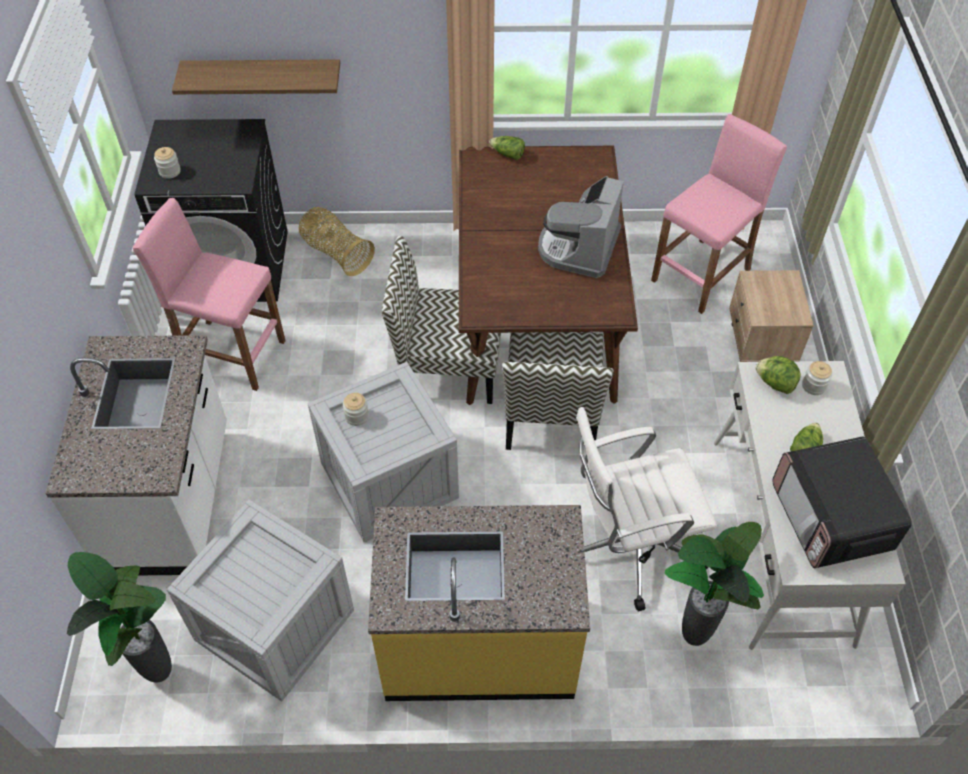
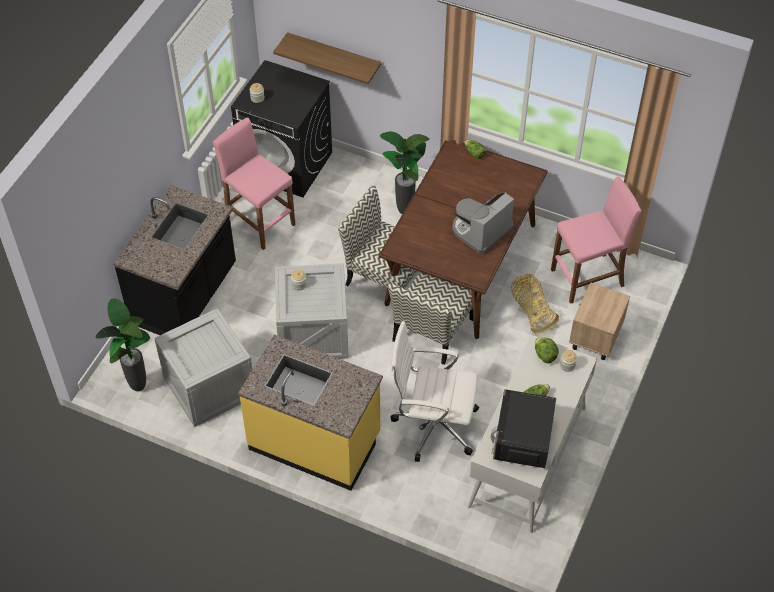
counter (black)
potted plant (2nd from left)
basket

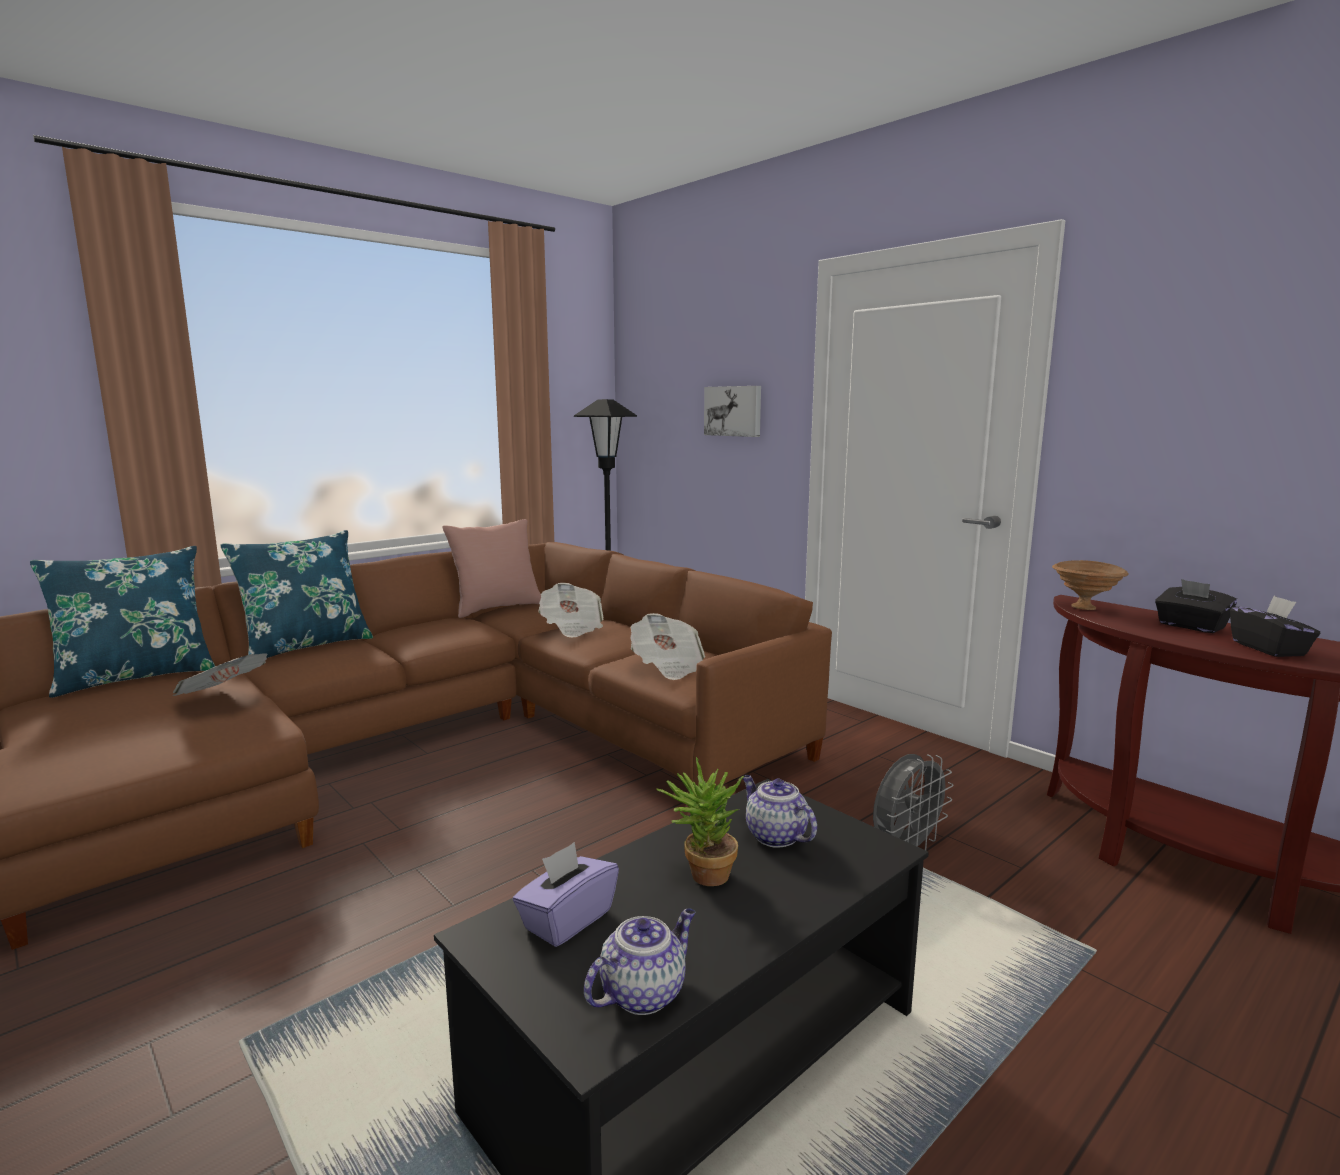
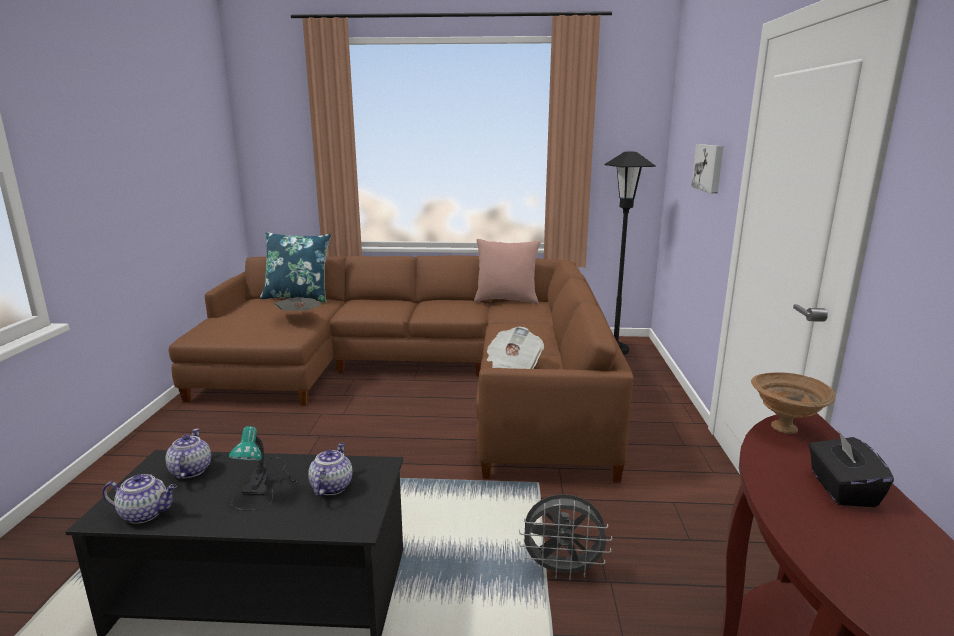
teapot (2nd from left)
table lamp
pillow (blue) (2nd from left in the first image)
newspaper (2nd from left in the first image)
tissue box (black) (2nd from left in the first image)

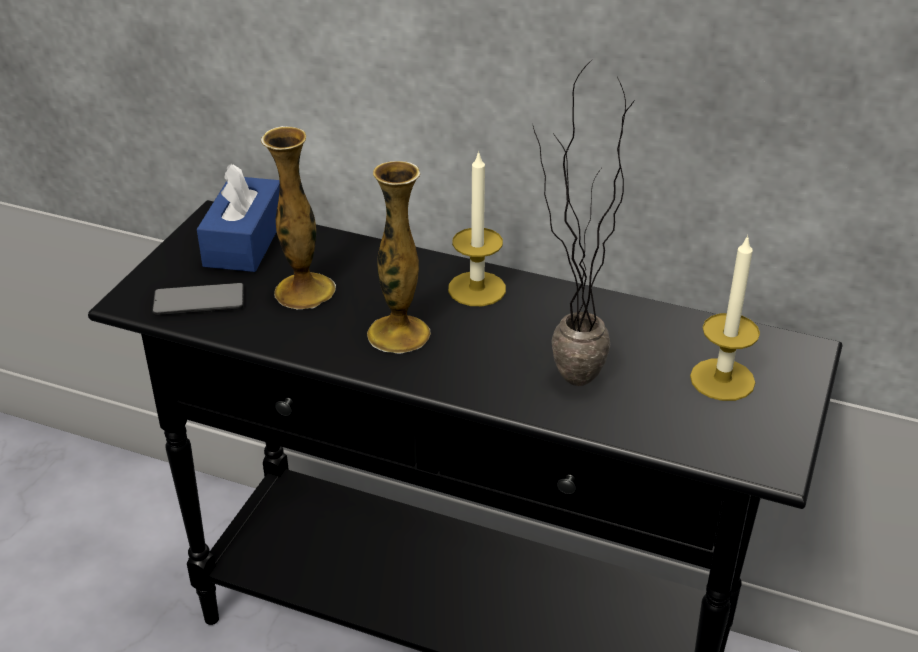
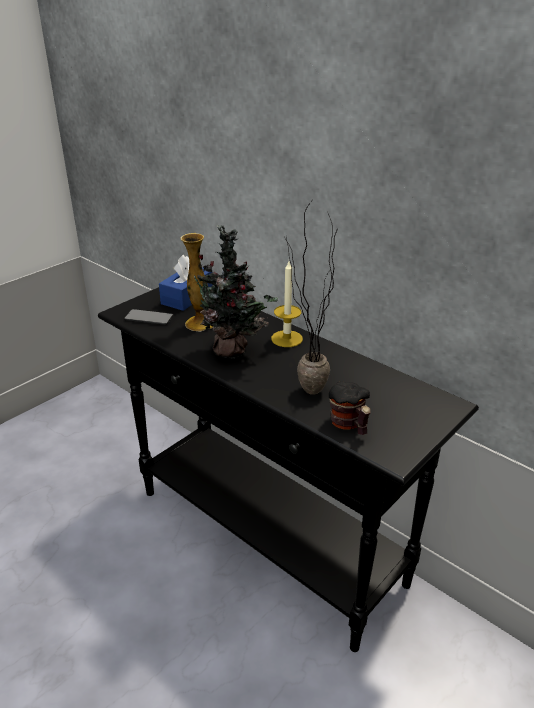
potted plant (1st from left)
mug
candle (2nd from left in the first image)

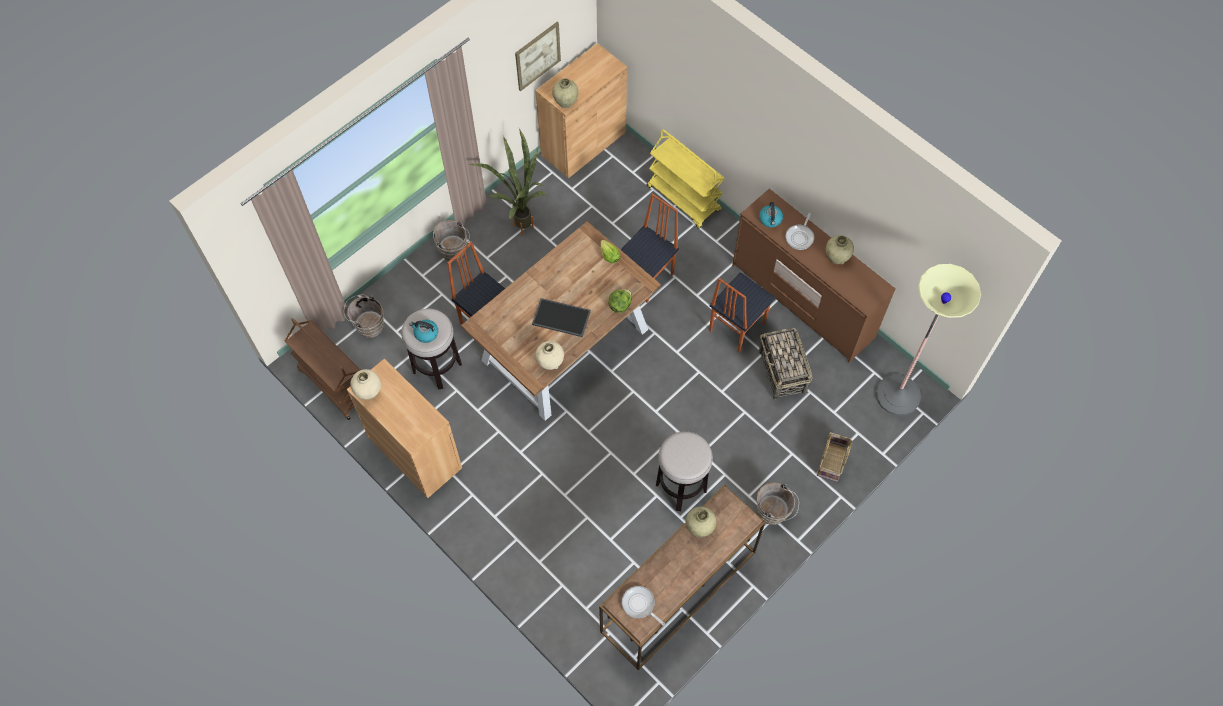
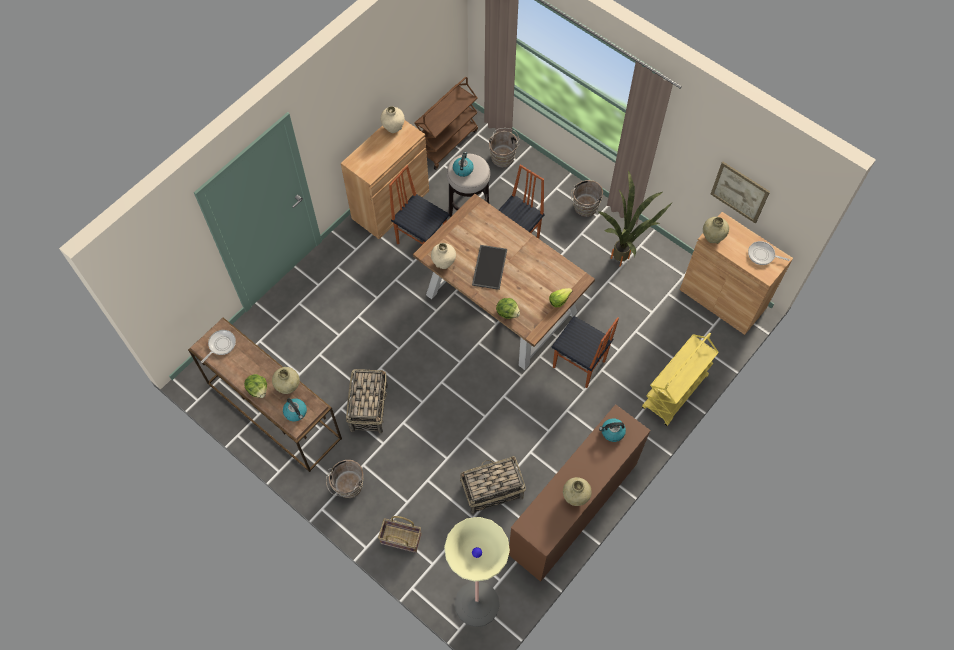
lettuce (1st from left)
kettle (1st from left)
basket (1st from left)
chair (1st from left)
frying pan (2nd from left)

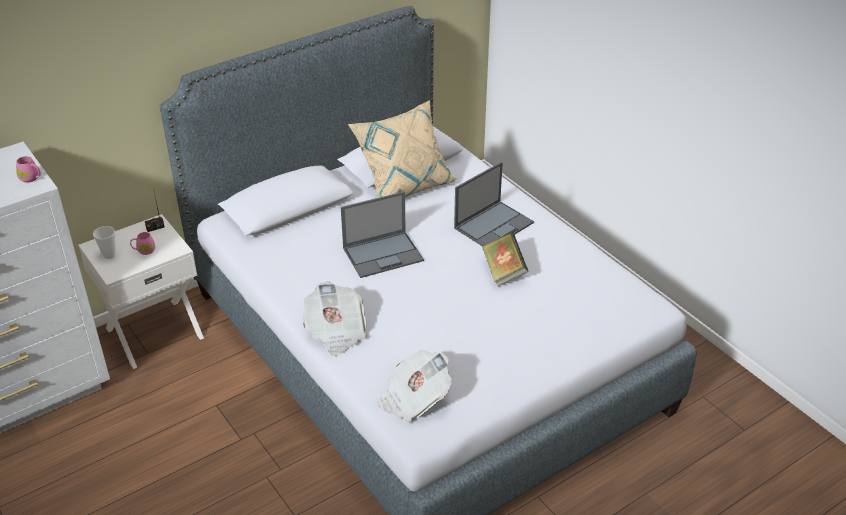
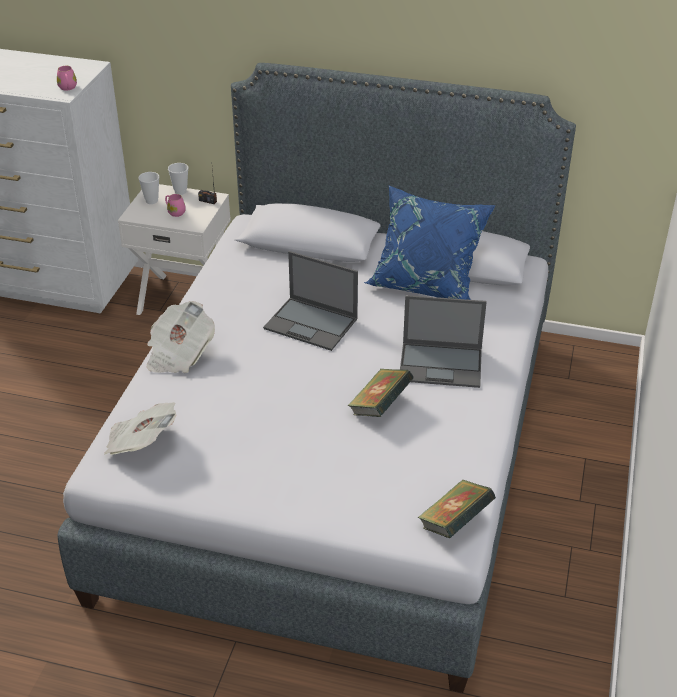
cup (2nd from left)
pillow (blue)
book (2nd from left)

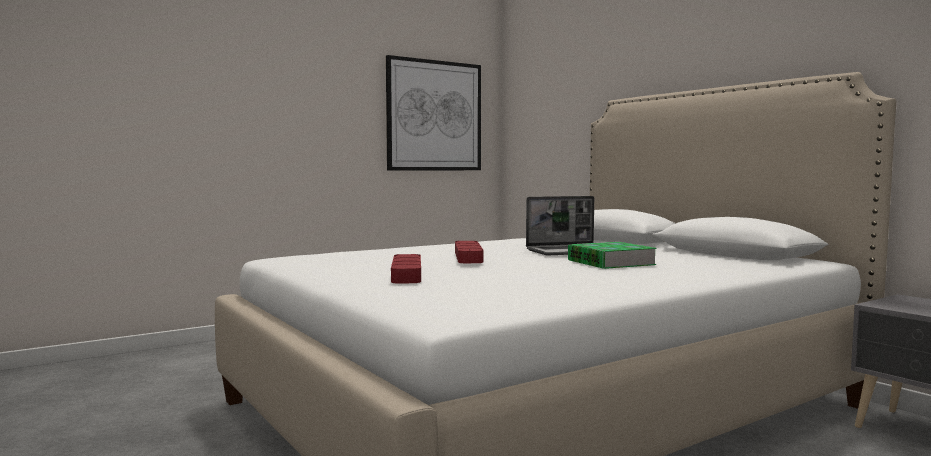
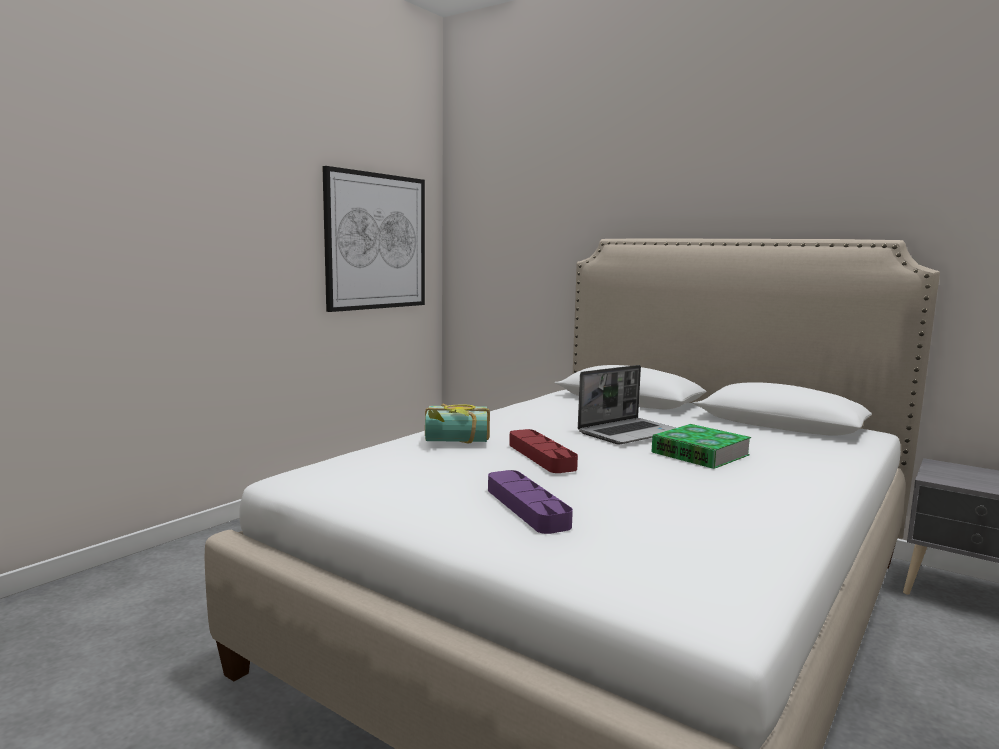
book (1st from left)
tray (purple)

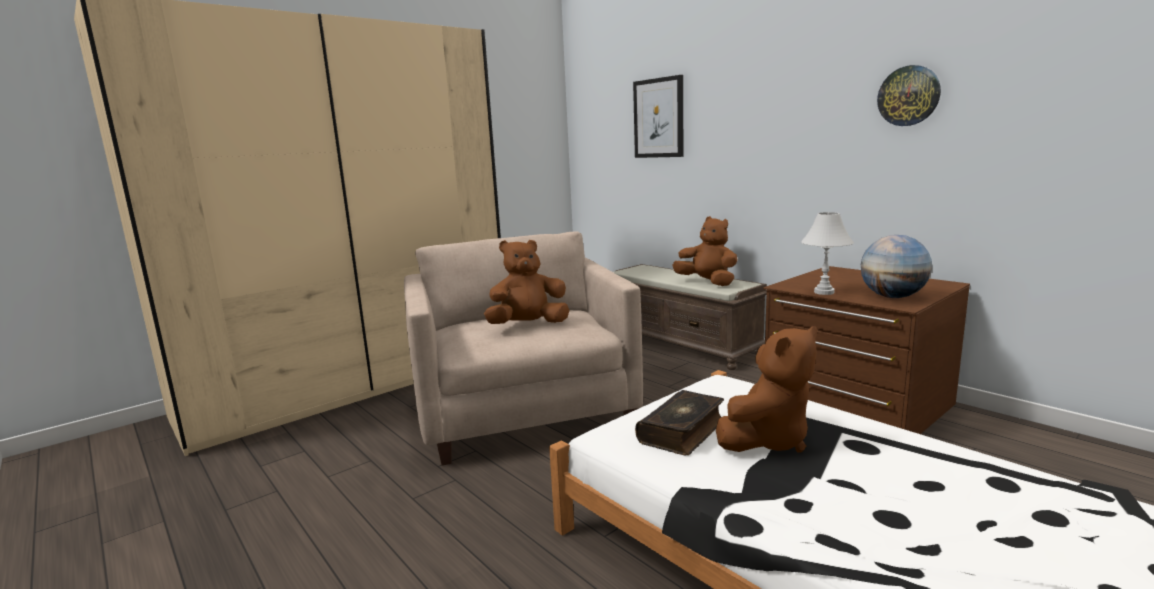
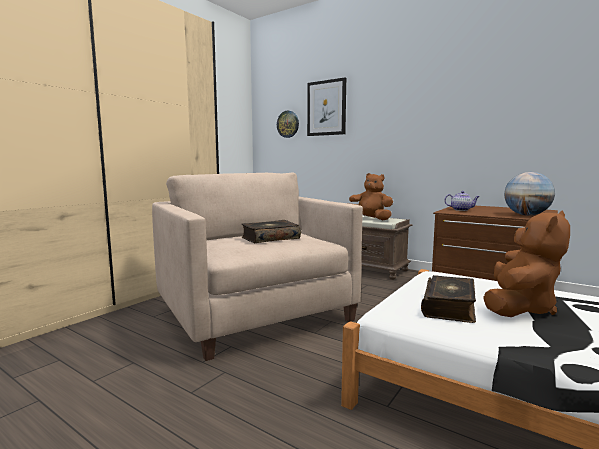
book (1st from left)
wall clock
teapot
table lamp (white)

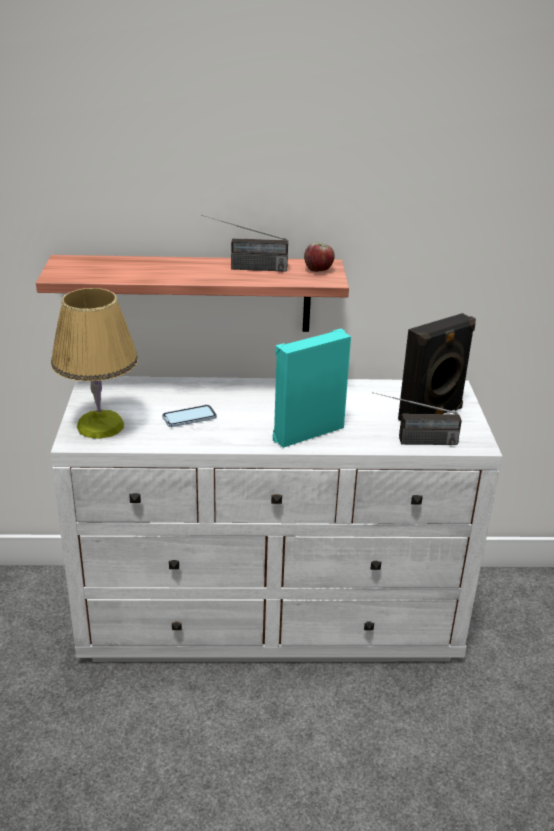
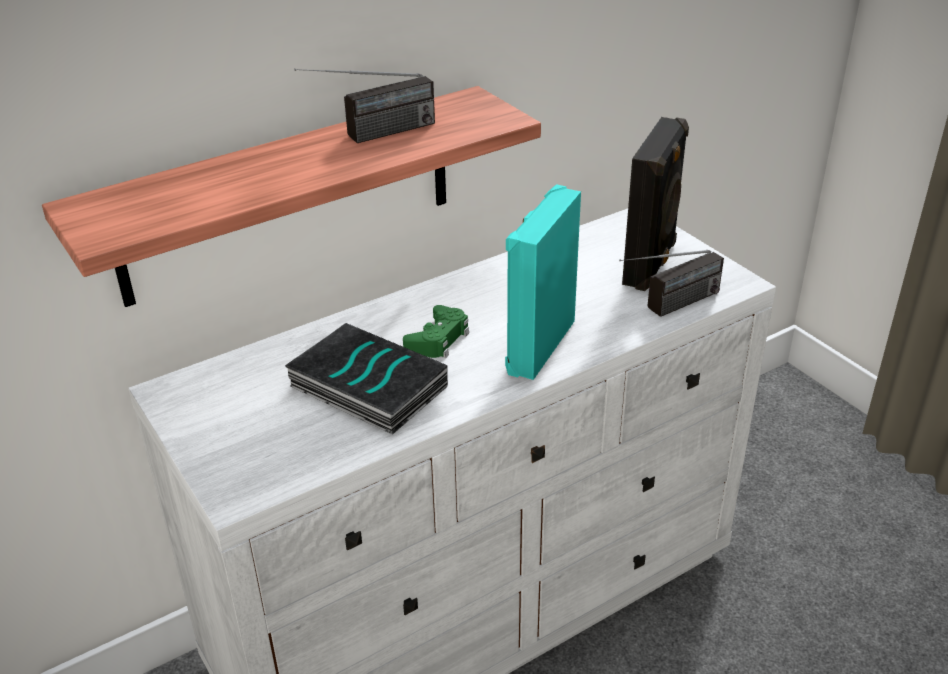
book
game controller (green)
table lamp
apple

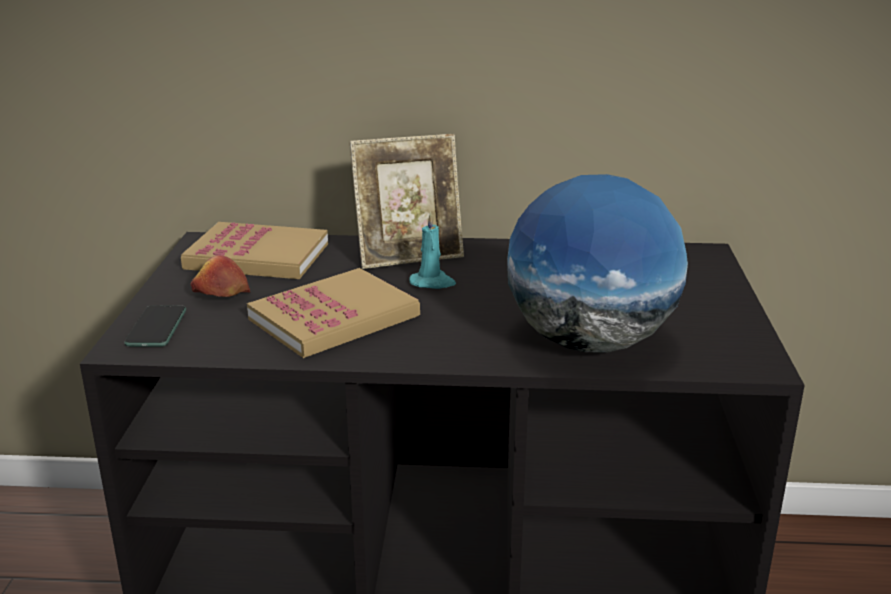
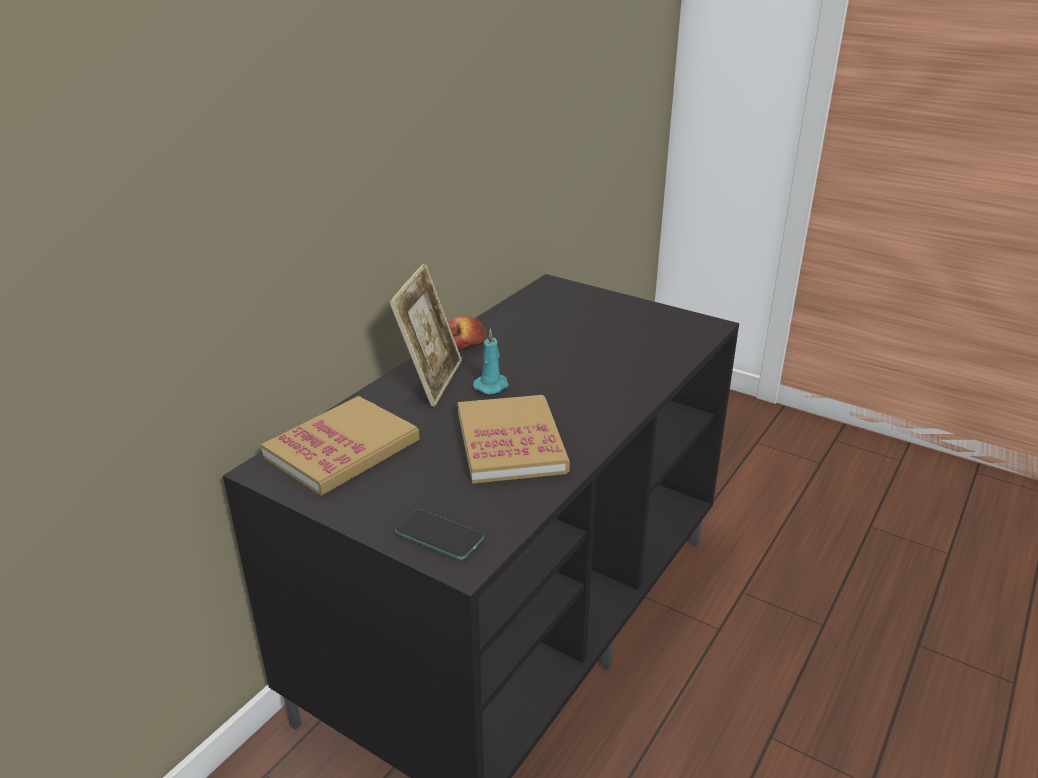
apple
globe

